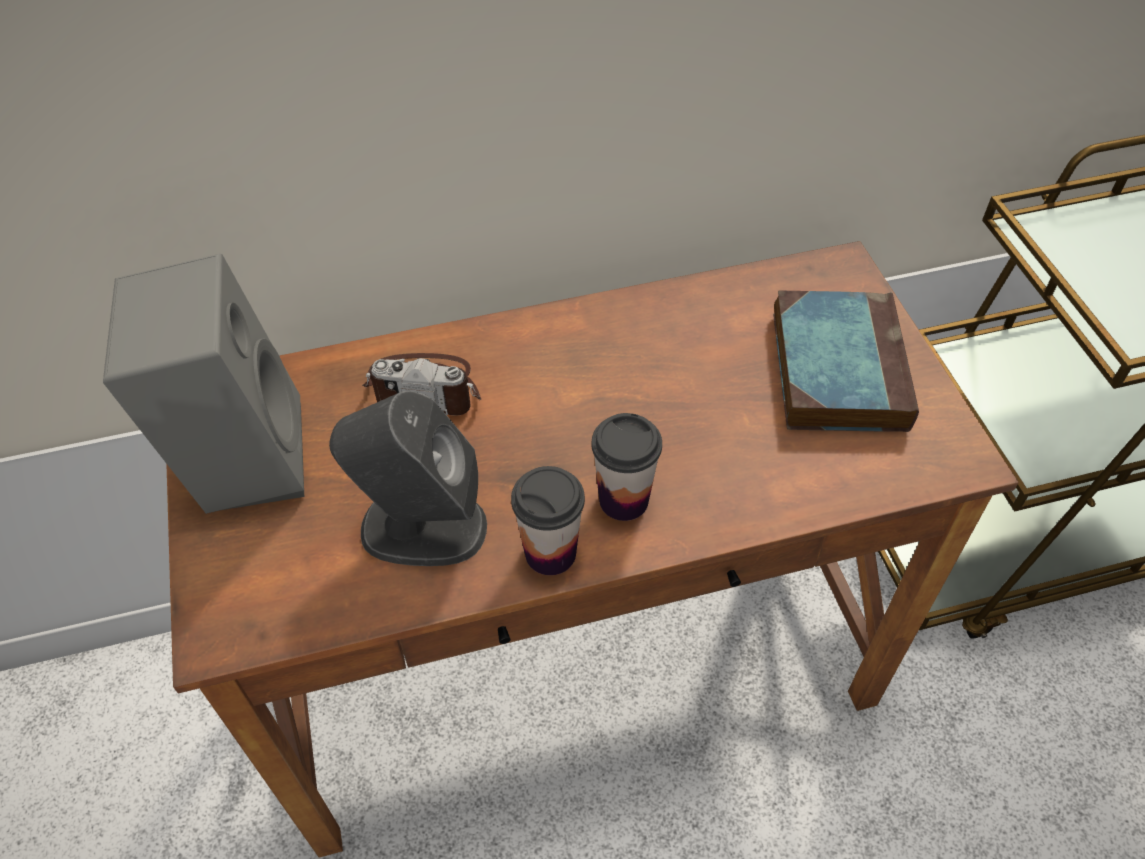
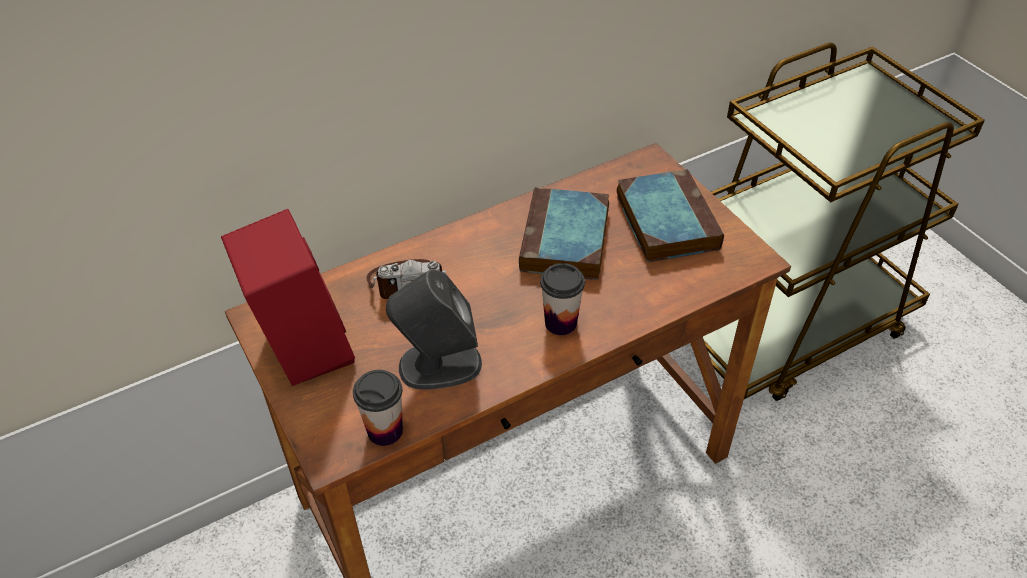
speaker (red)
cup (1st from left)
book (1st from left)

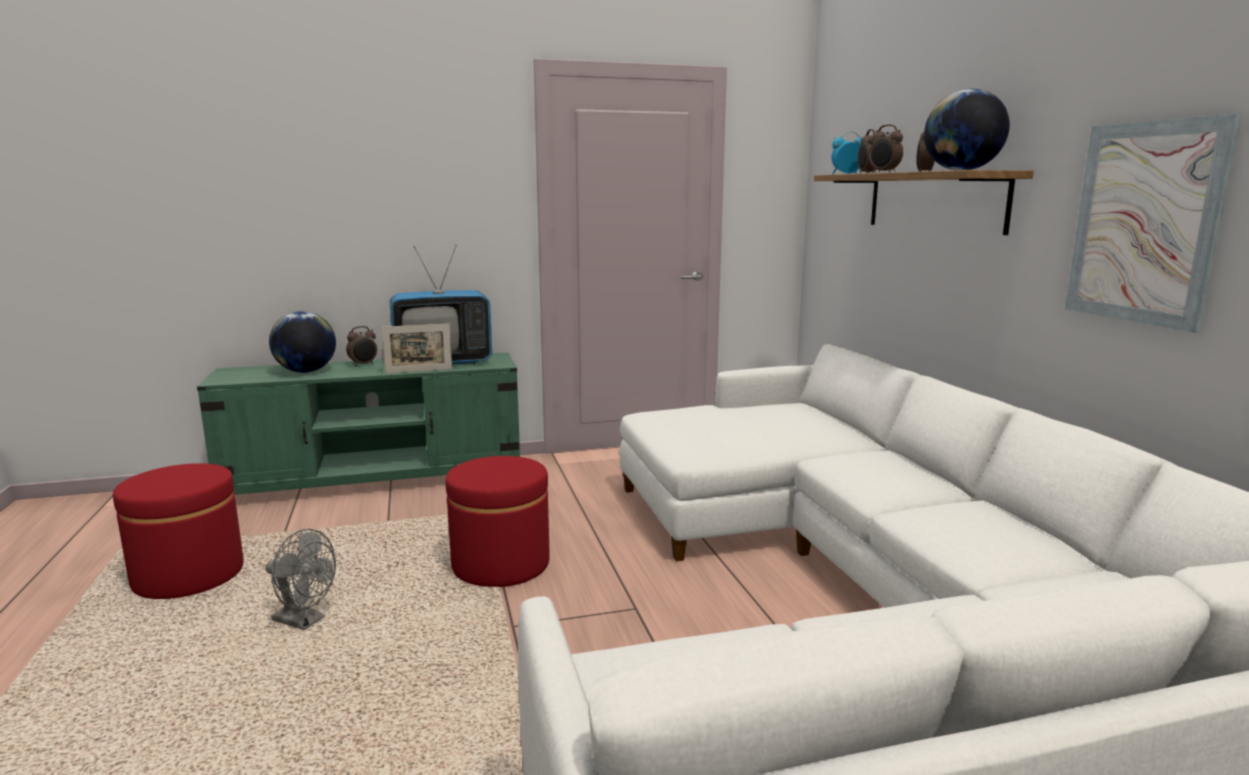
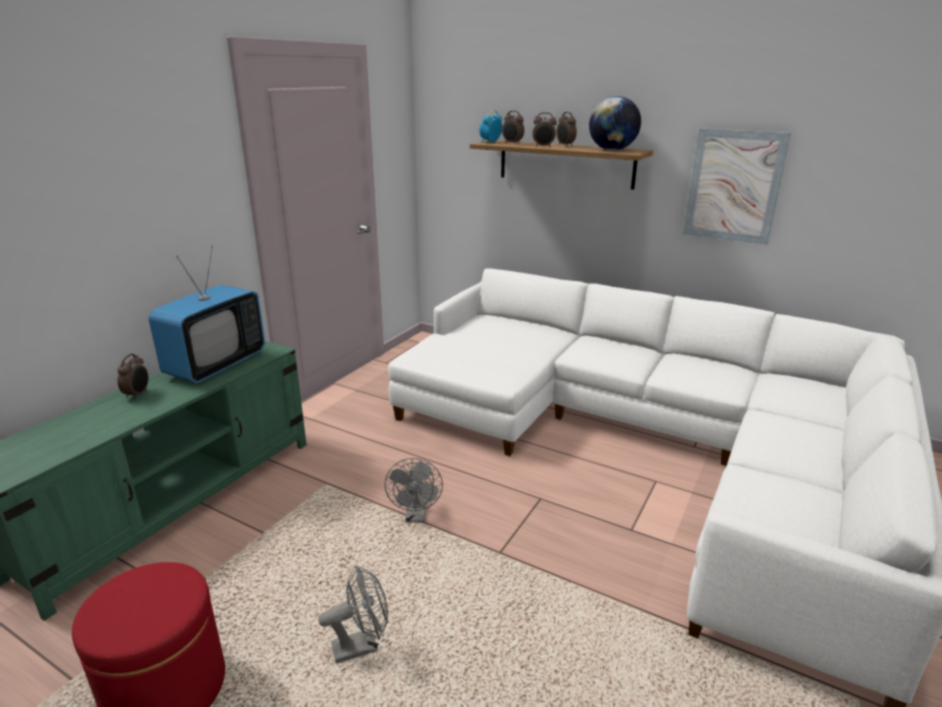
fan (grey) (2nd from left)
globe (1st from left in the first image)
picture frame

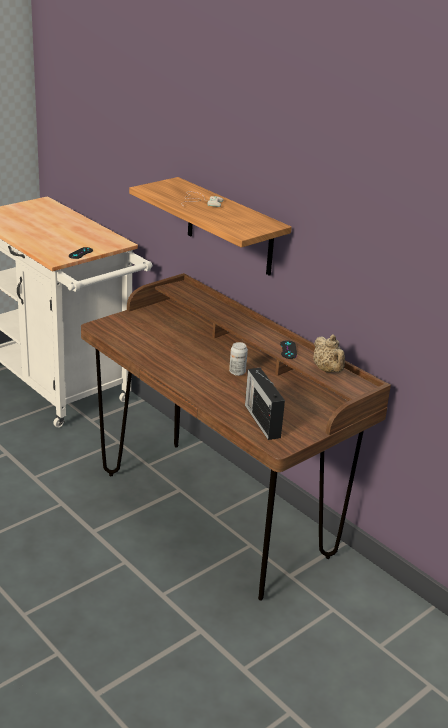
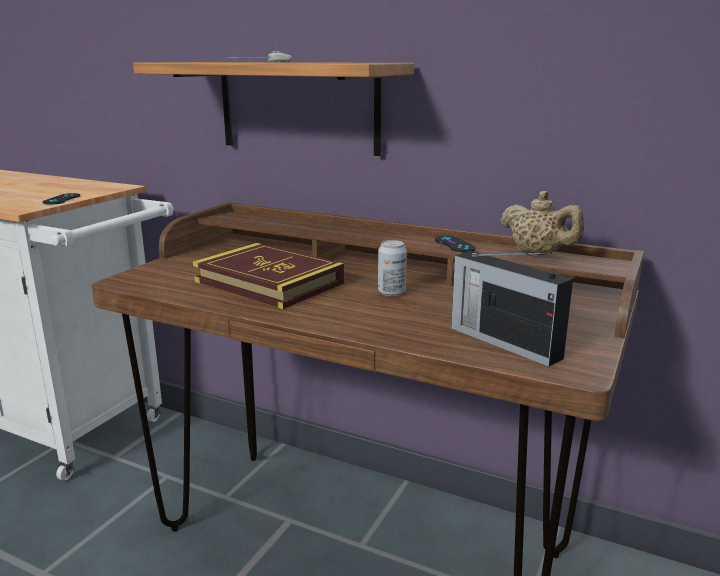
book

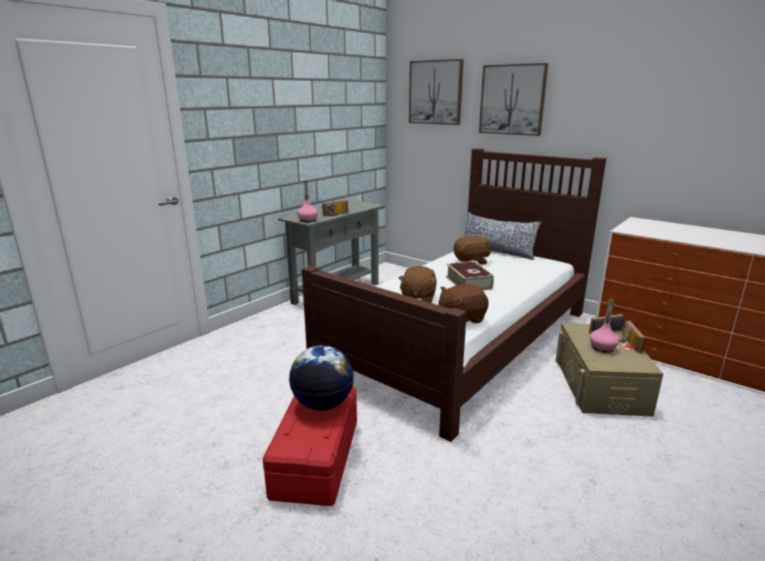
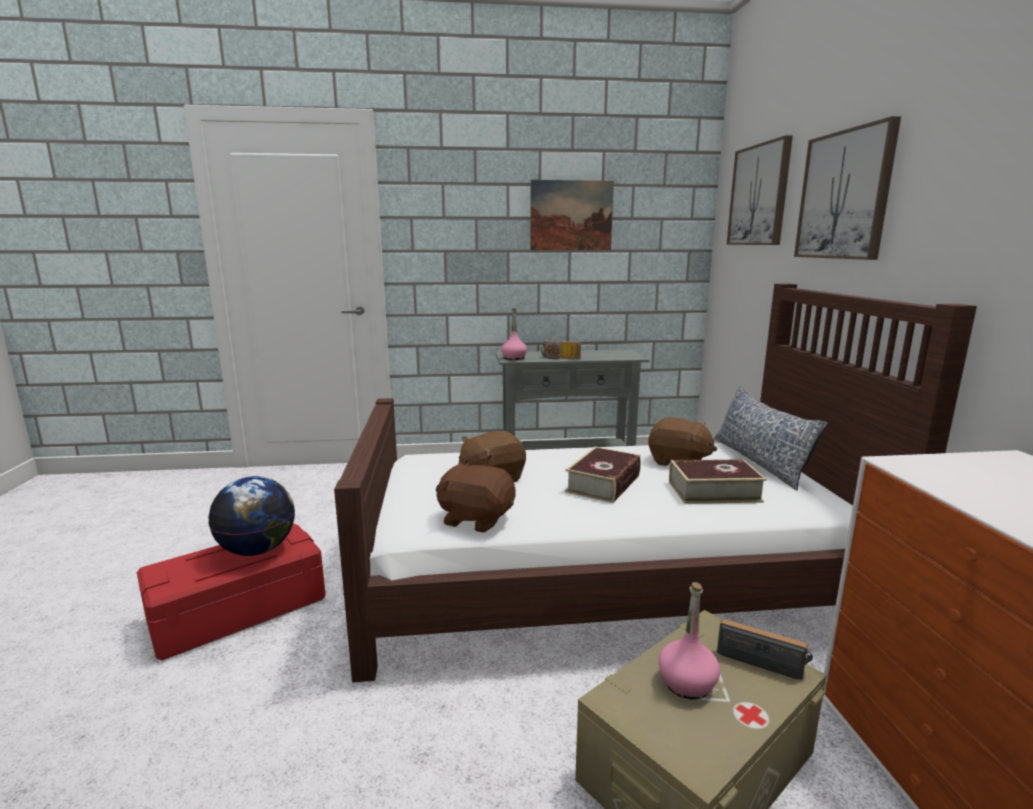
picture (1st from left)
book (2nd from left)
radio (3rd from left in the first image)

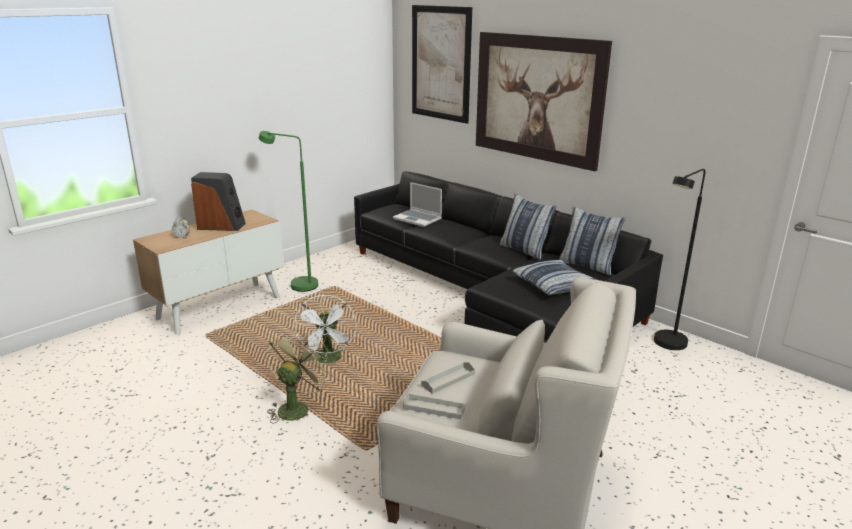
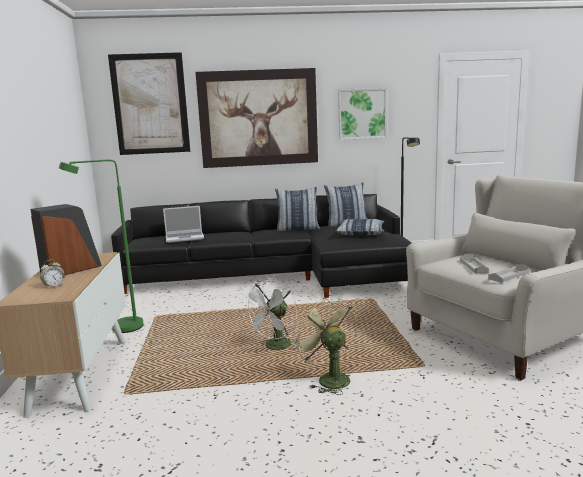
fan (white)
picture (3rd from left)

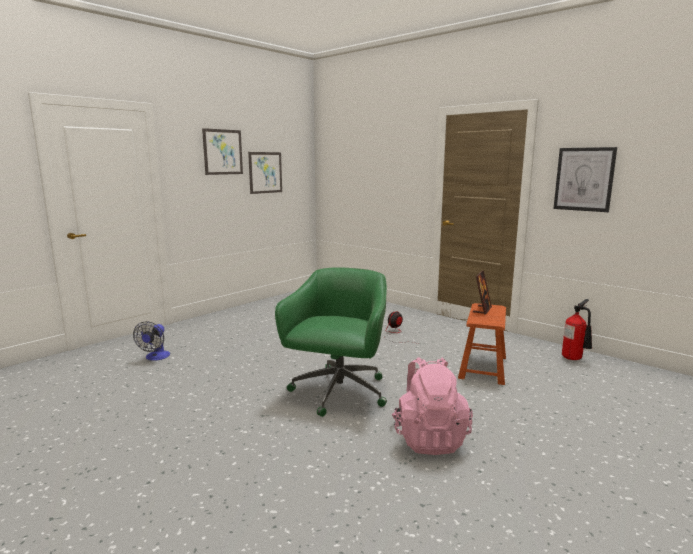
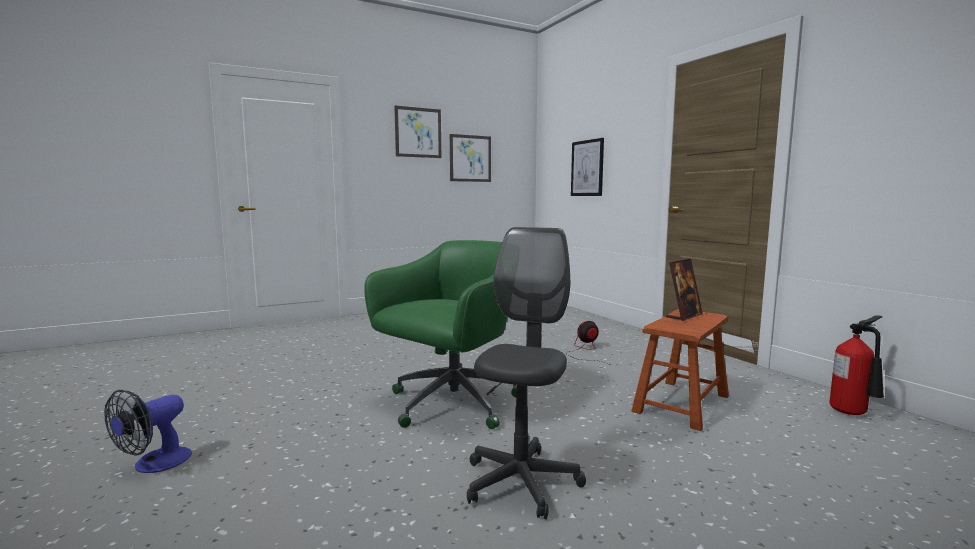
fan (1st from left)
office chair (grey)
picture (3rd from left)

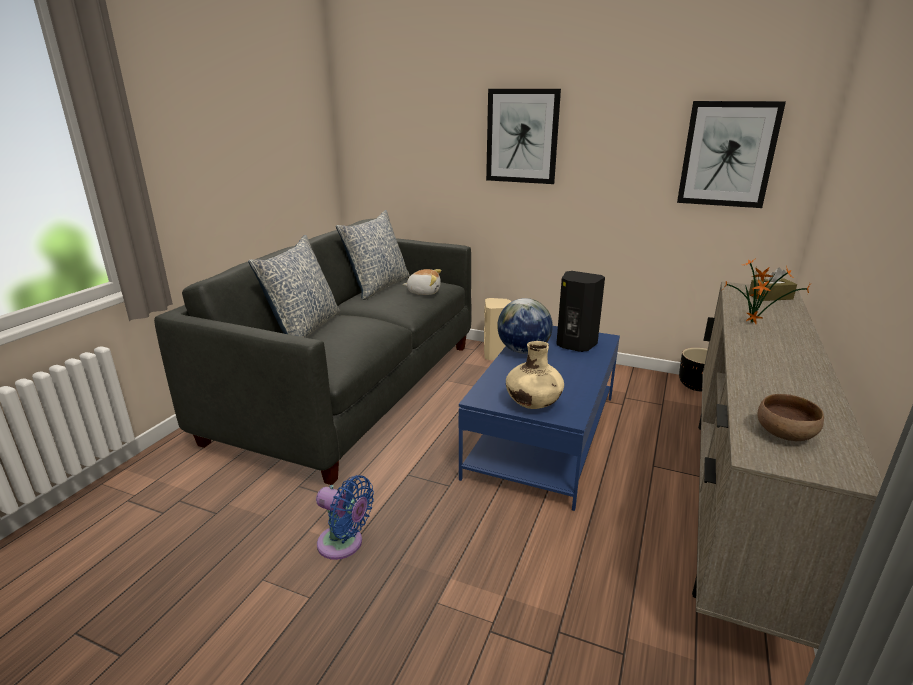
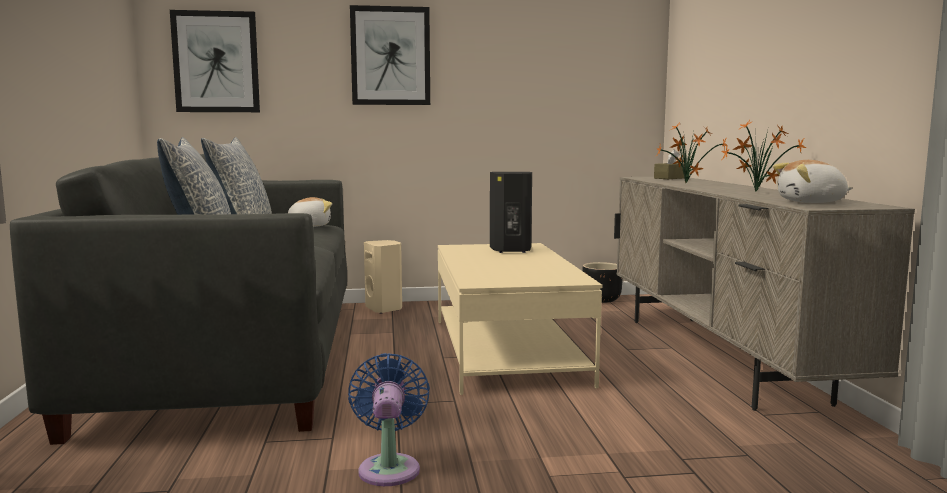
picture (1st from left)
fan (blue)
coffee table (beige)
potted plant (2nd from left)
plush toy (2nd from left)
globe
vase (beige)

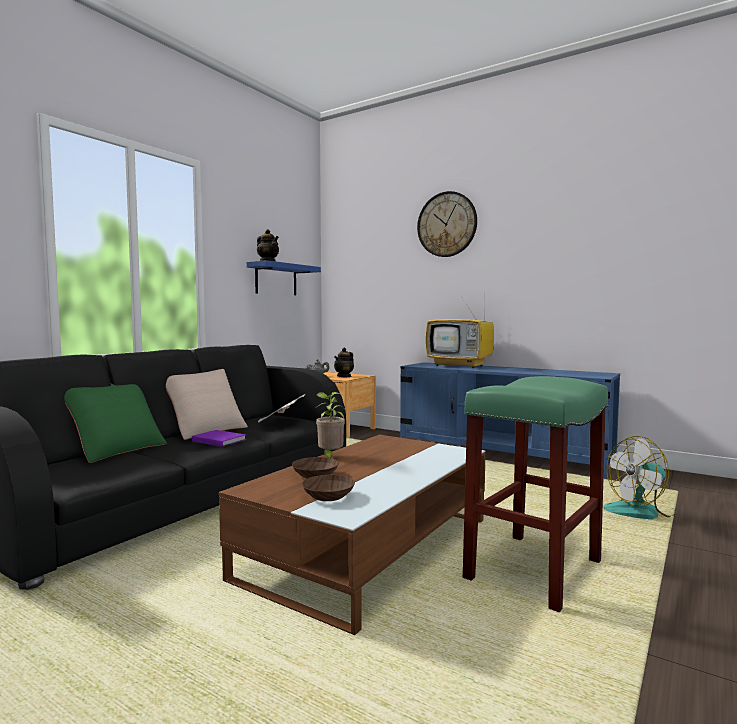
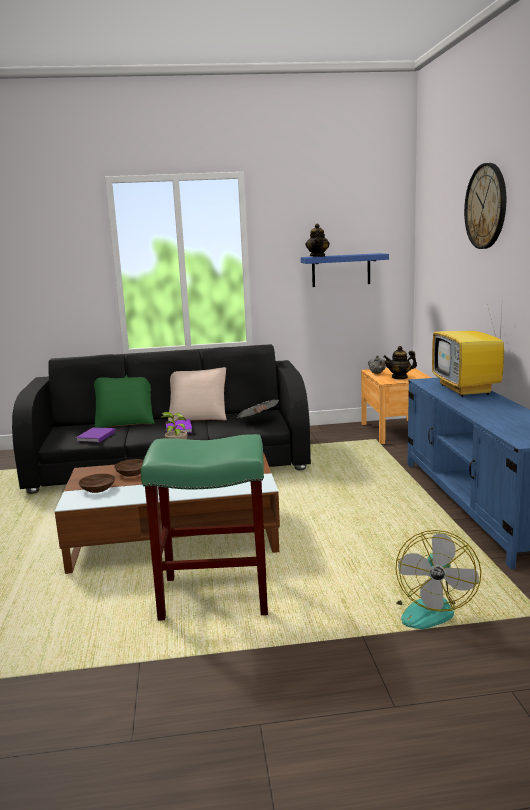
book (purple) (1st from left)
fan

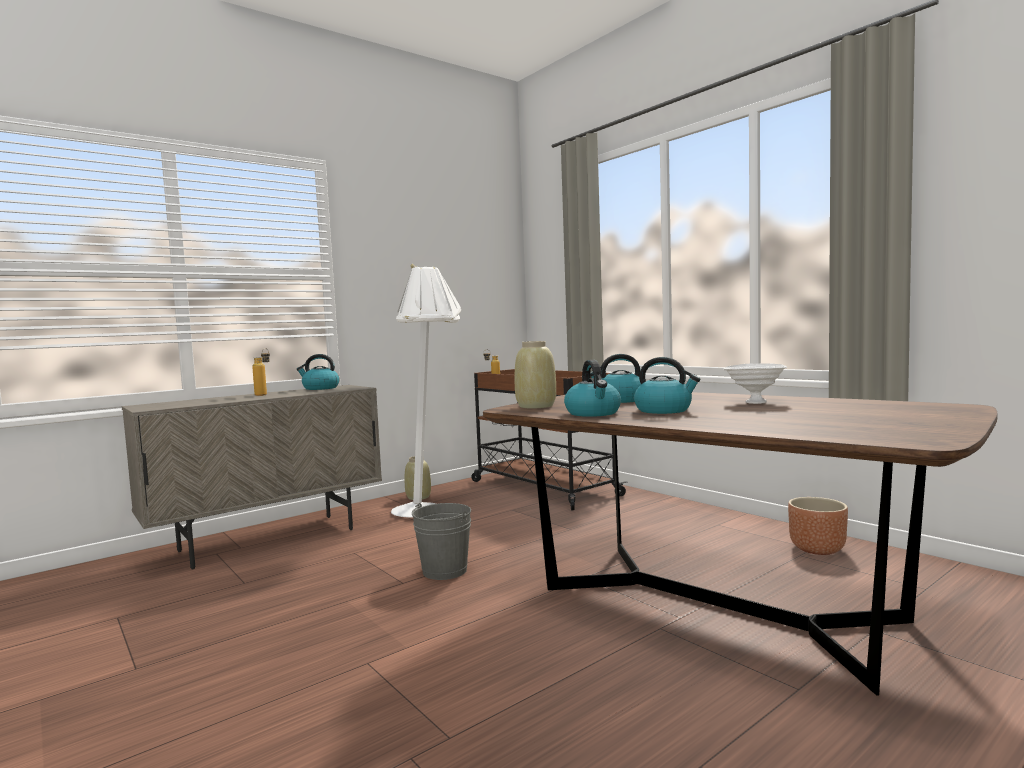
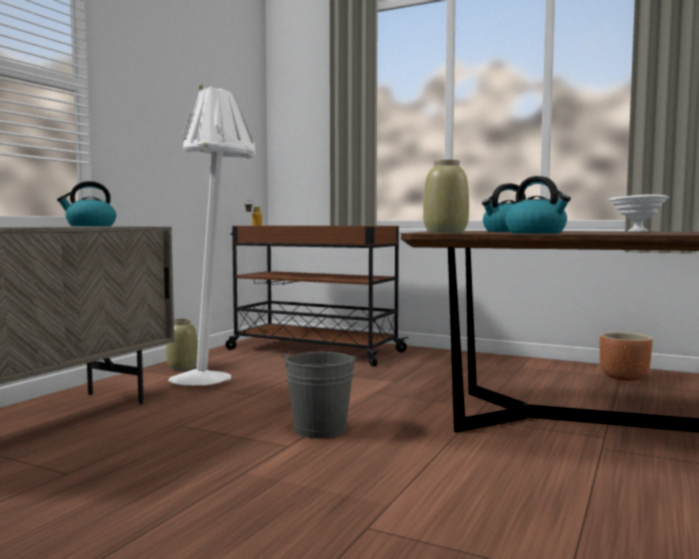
bottle (1st from left in the first image)
kettle (4th from left in the first image)

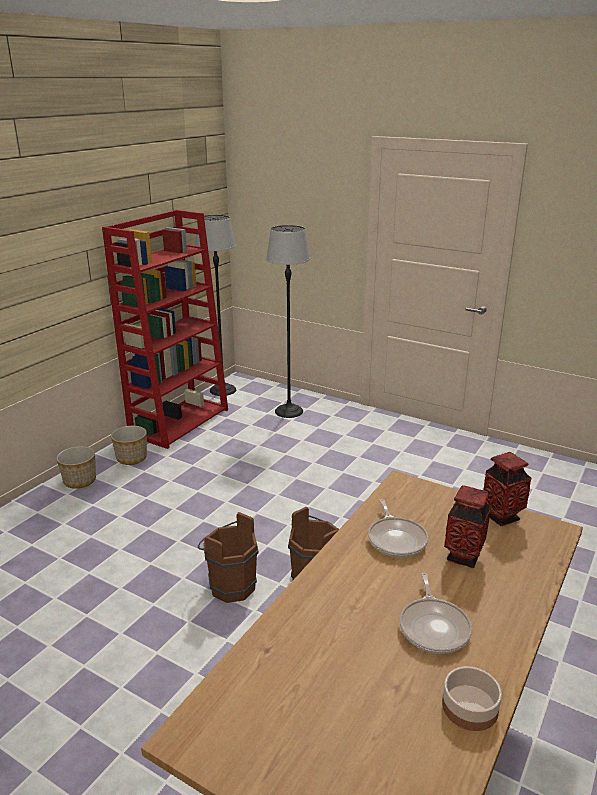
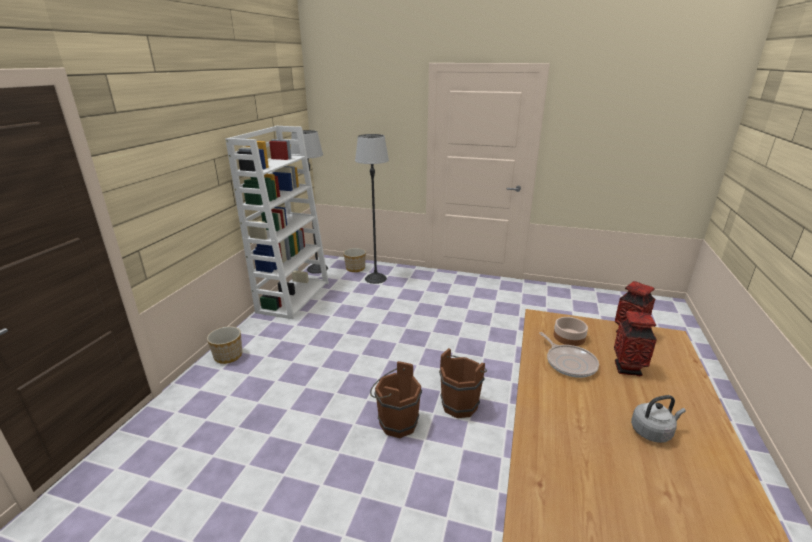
bookcase (white)
planter (2nd from left)
bowl
kettle (grey)

